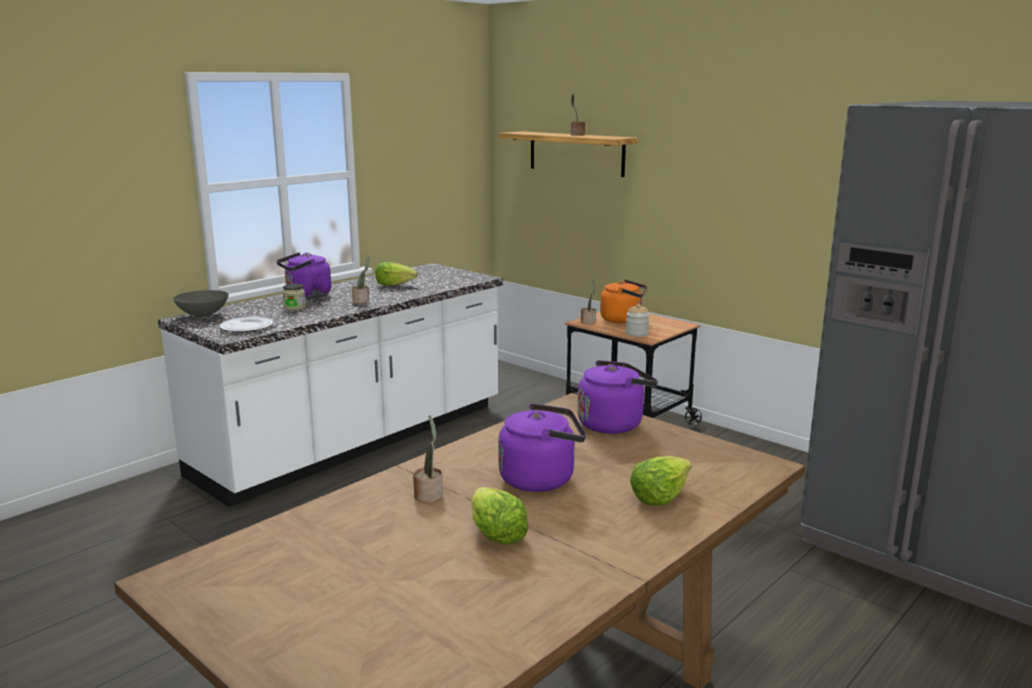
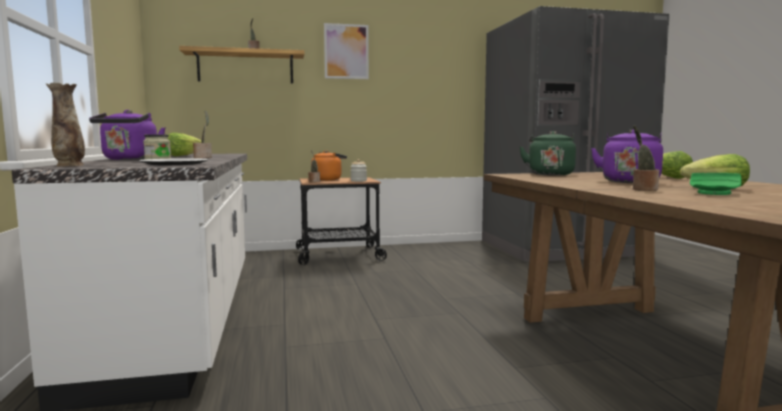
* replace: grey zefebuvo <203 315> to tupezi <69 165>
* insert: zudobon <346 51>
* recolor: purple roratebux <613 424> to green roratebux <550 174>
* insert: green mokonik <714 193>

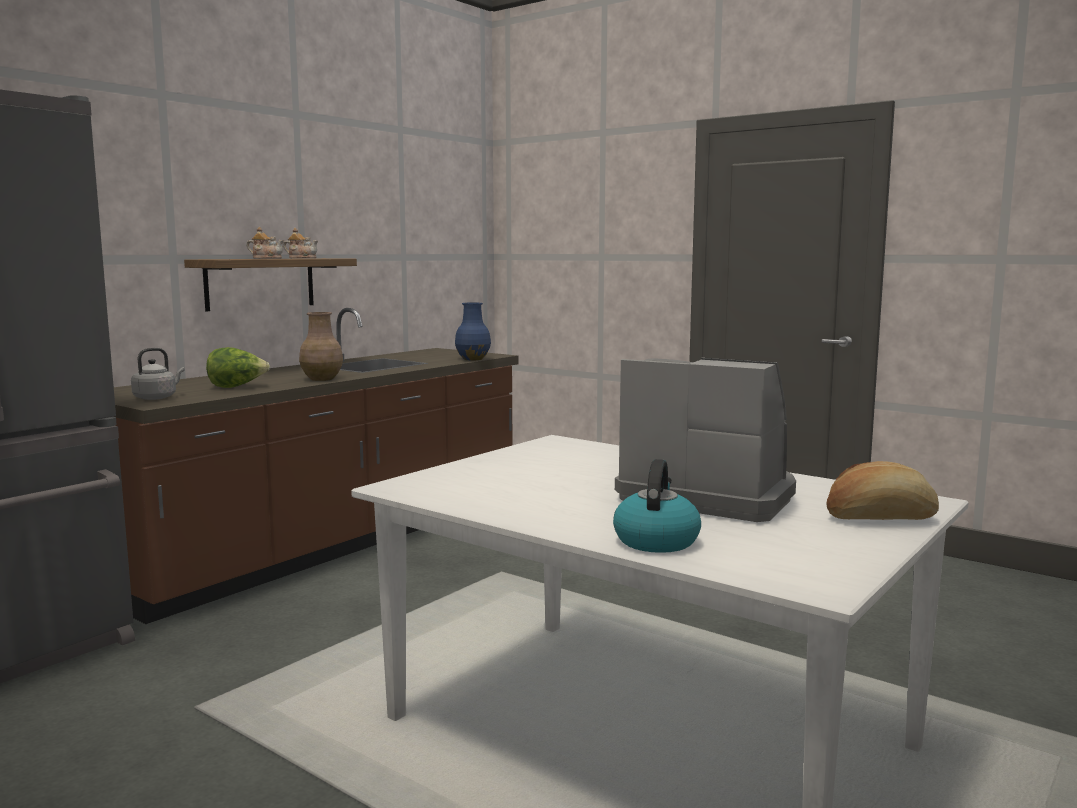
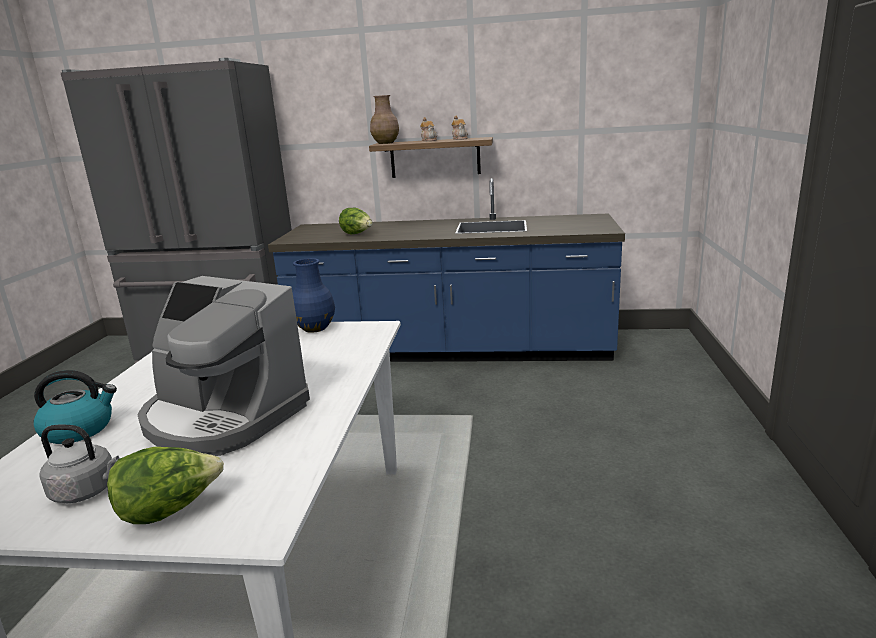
* move: grey roratebux <157 397> to <87 491>
* replace: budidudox <880 518> to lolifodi <170 510>
* rotate: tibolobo <708 495> = <223 417> 120 degrees clockwise
* recolor: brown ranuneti <332 543> to blue ranuneti <451 350>
* move: blue tupezi <472 359> to <314 328>
* move: brown tupezi <322 379> to <385 143>

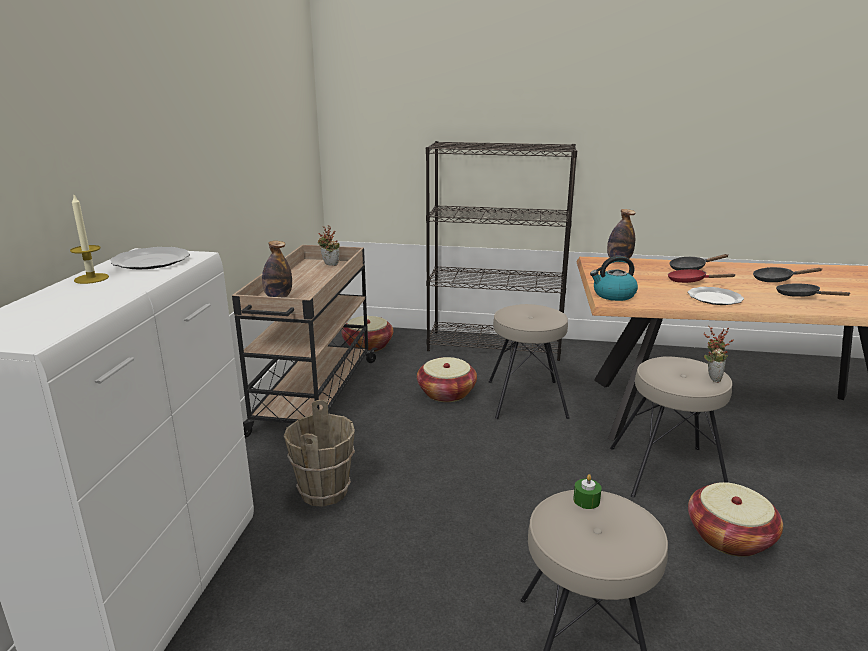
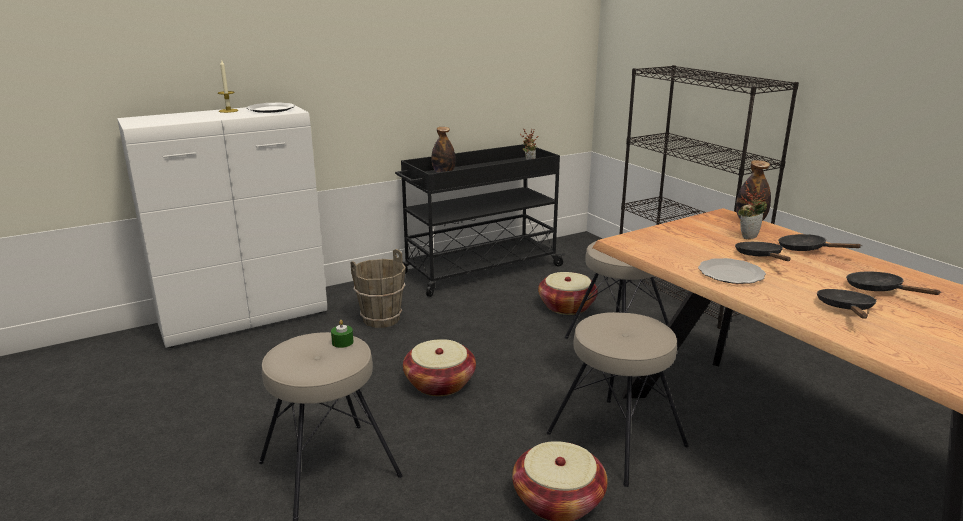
* recolor: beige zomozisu <314 396> to black zomozisu <479 270>
* move: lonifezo <368 346> to <440 383>
* recolor: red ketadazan <690 281> to black ketadazan <760 257>
* move: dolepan <711 378> to <748 236>
* delete: roratebux <613 295>

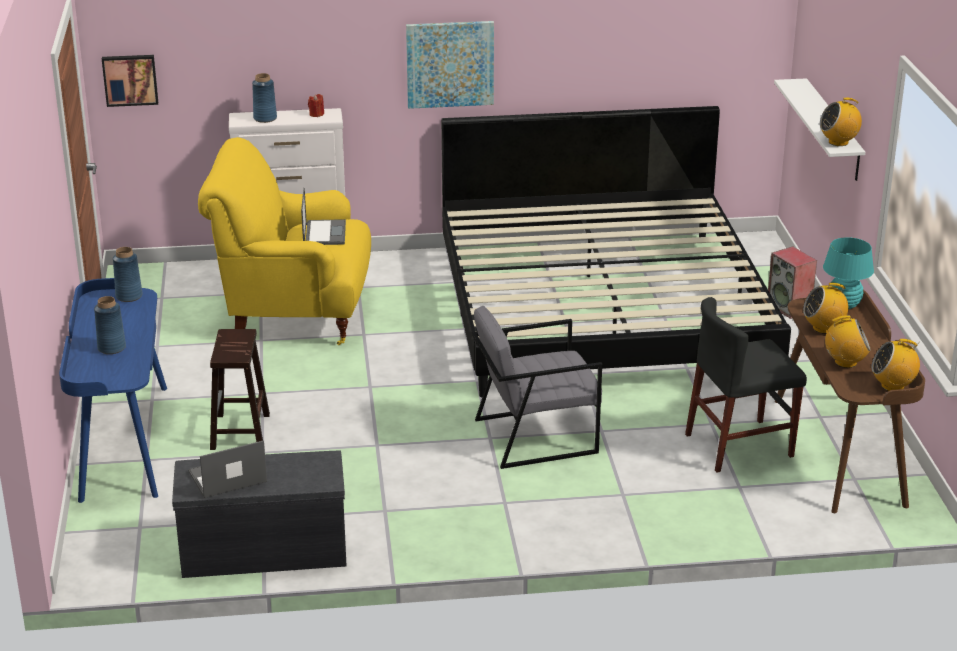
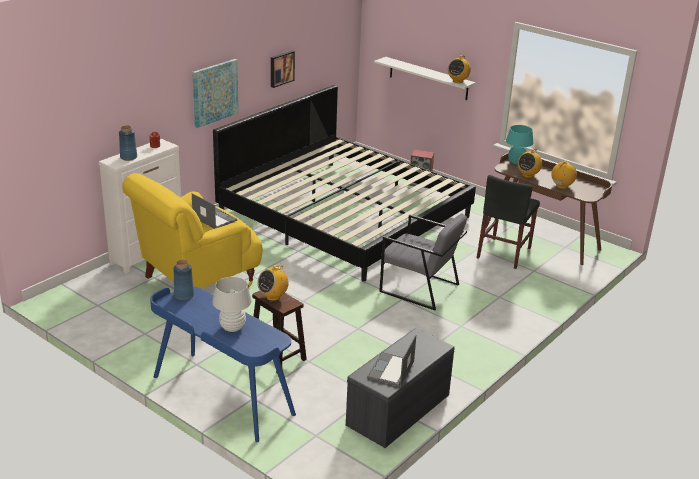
* replace: blue tupezi <112 347> to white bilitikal <232 328>
* move: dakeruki <893 386> to <273 296>
* move: zudobon <130 79> to <281 68>
* rotate: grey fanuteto <535 435> = <419 288> 90 degrees counterclockwise

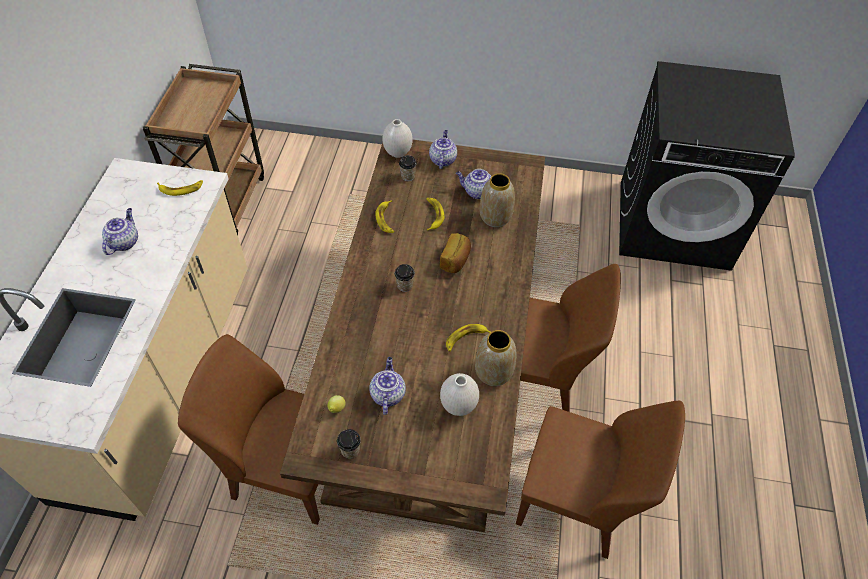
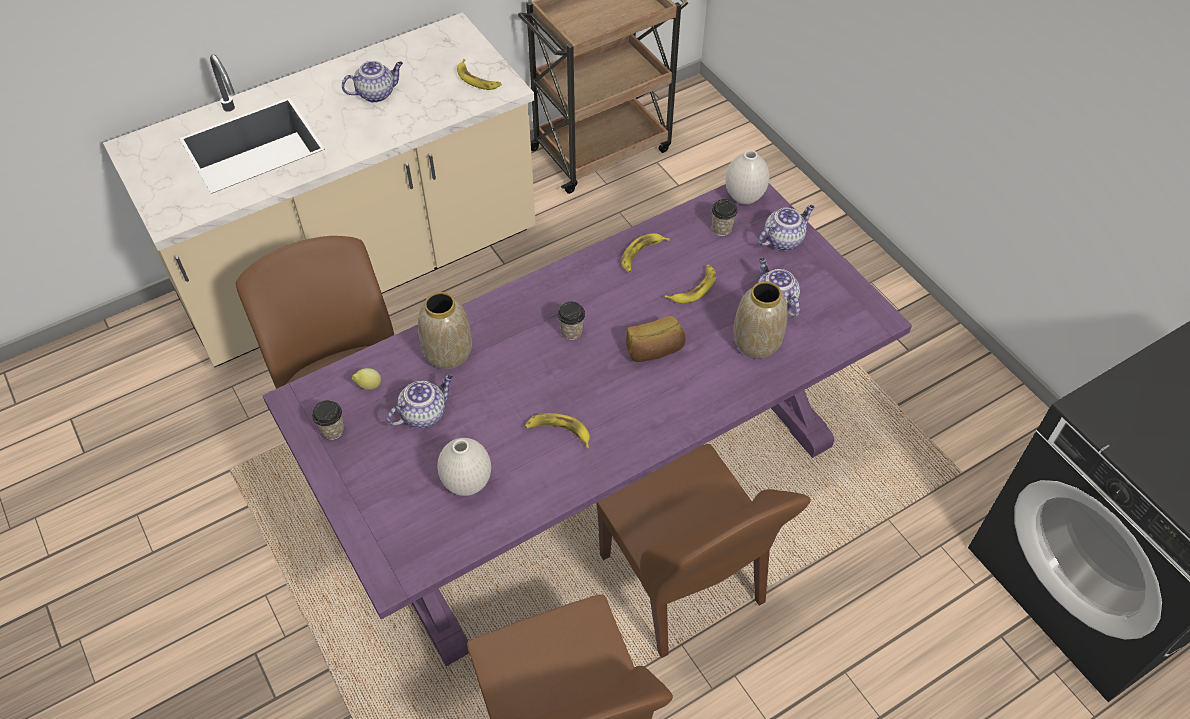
* recolor: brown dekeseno <430 367> to purple dekeseno <595 469>
* move: tupezi <493 373> to <448 354>

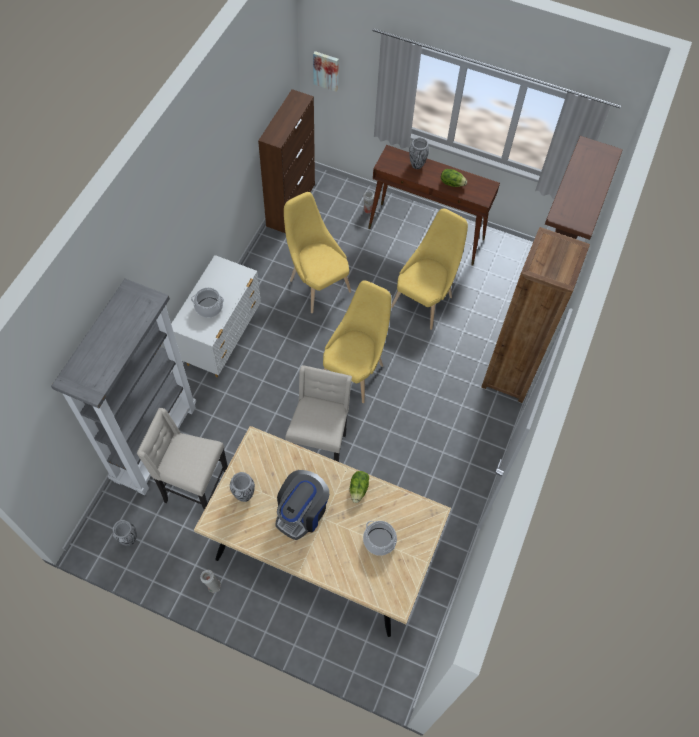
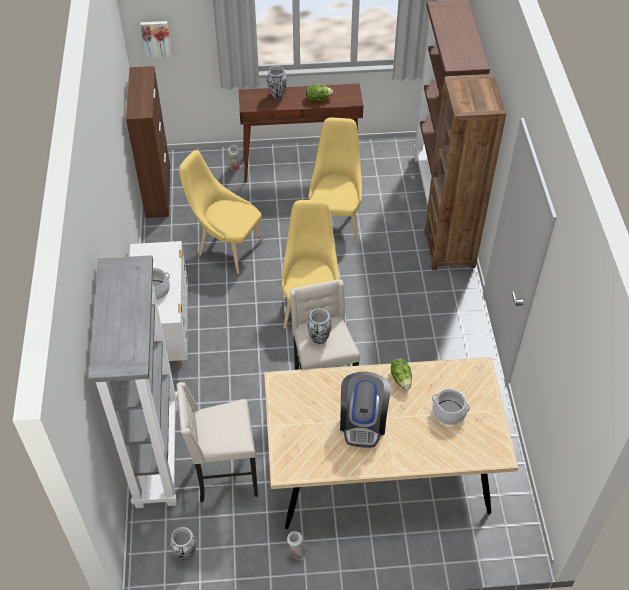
* move: tupezi <244 495> to <319 339>

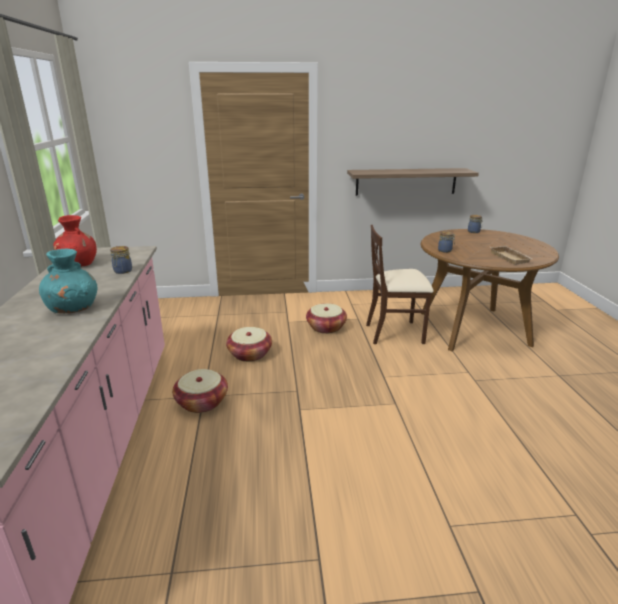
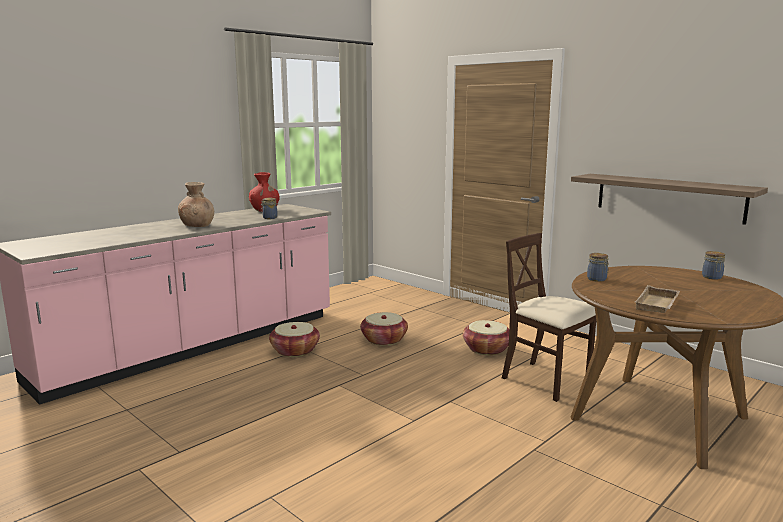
* recolor: turquoise tupezi <73 308> to brown tupezi <198 225>

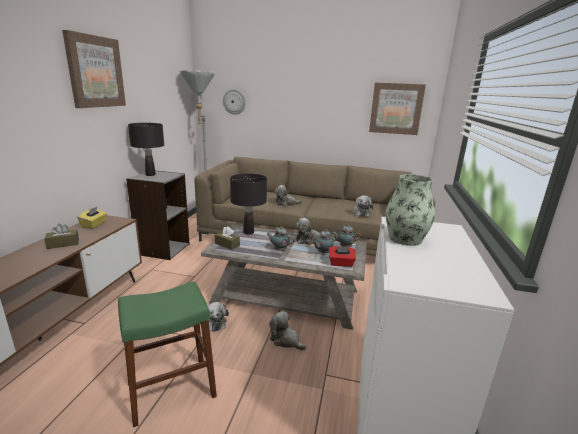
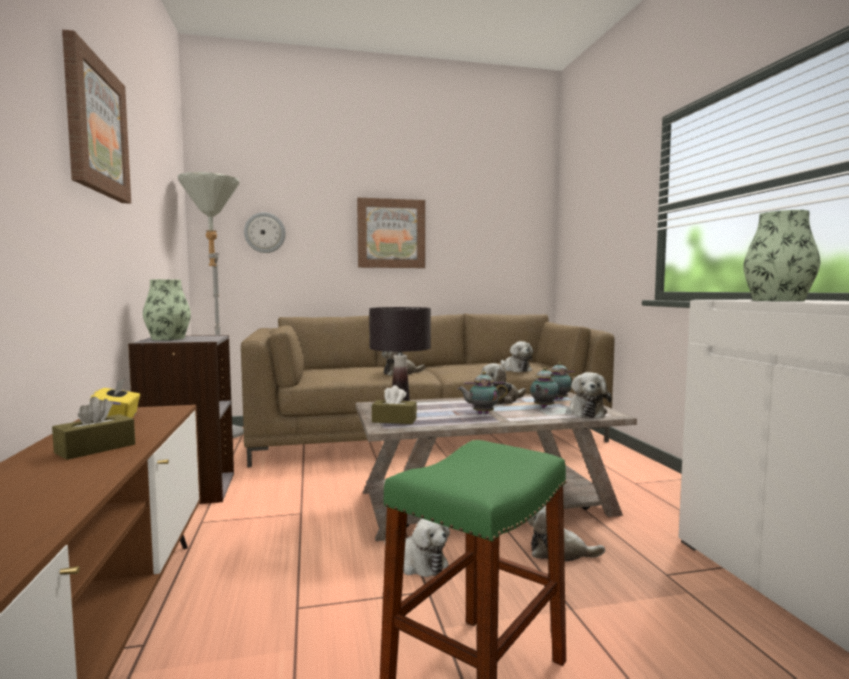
* replace: black bilitikal <150 175> to tupezi <168 338>
* move: zudobon <396 108> to <391 234>
* replace: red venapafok <341 263> to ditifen <586 412>

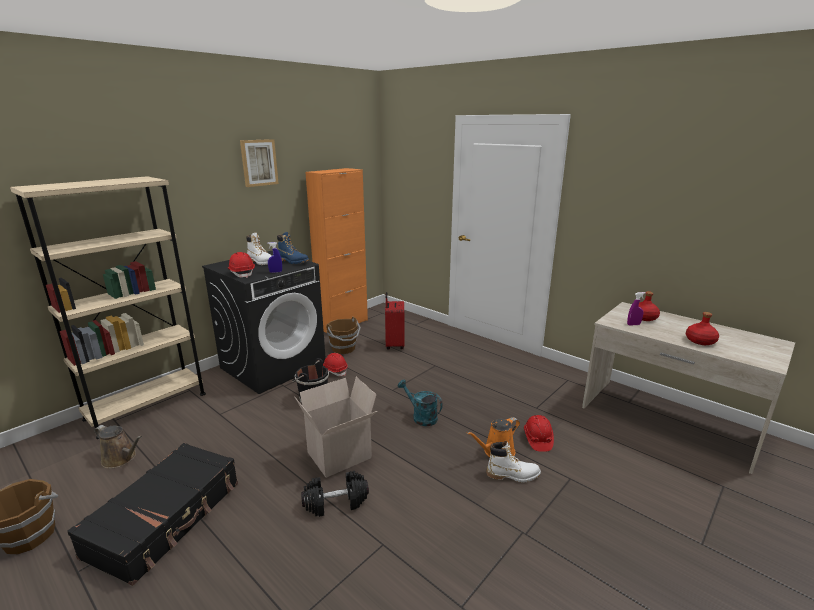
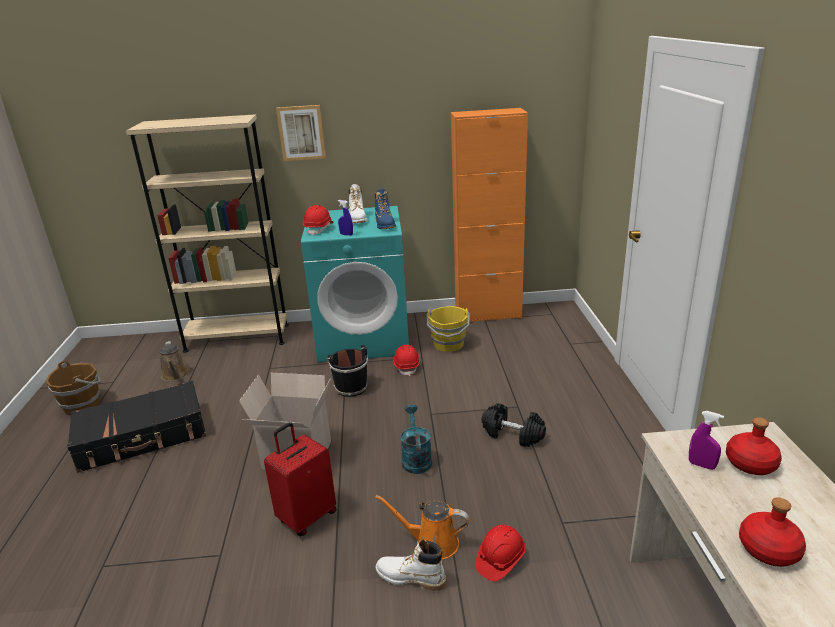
* move: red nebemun <394 345> to <306 517>
* move: zudobon <259 162> to <301 133>
* recolor: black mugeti <273 365> to turquoise mugeti <364 338>
* rotate: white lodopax <513 475> = <410 578> 150 degrees clockwise
* recolor: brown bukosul <343 349> to yellow bukosul <449 344>
* move: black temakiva <335 503> to <512 435>

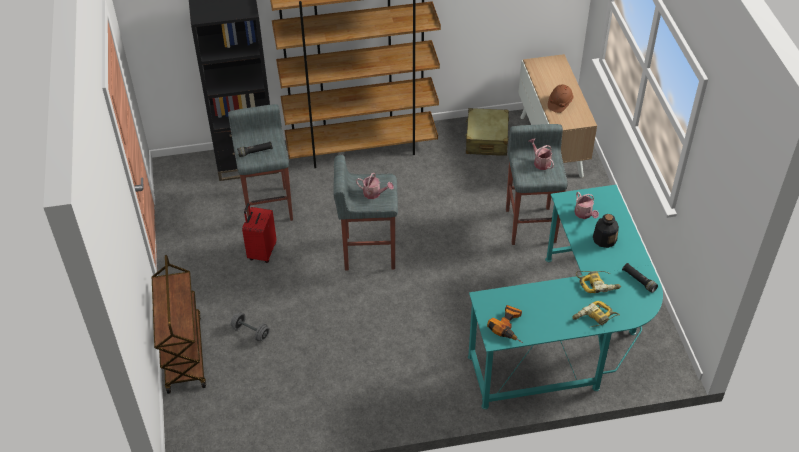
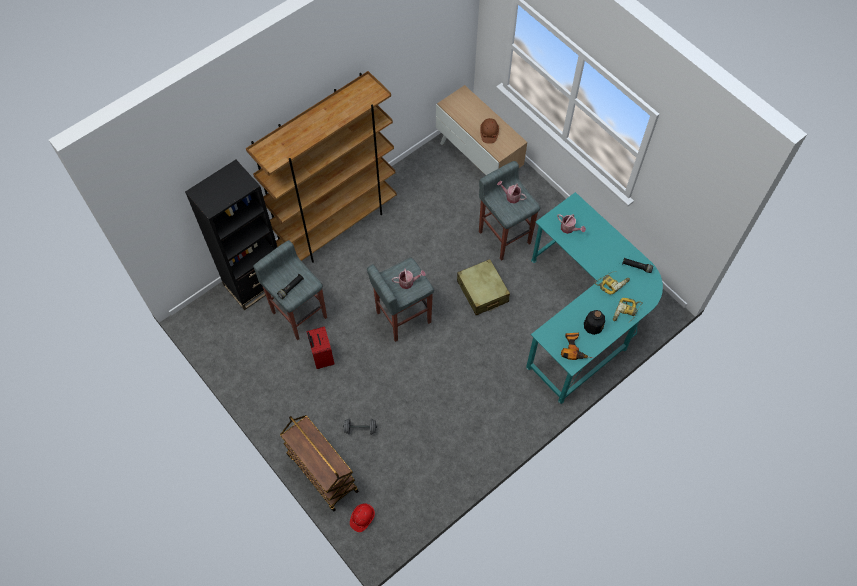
* insert: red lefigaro <362 518>
* move: beige nebemun <486 139> to <482 291>
* move: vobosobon <604 239> to <593 325>

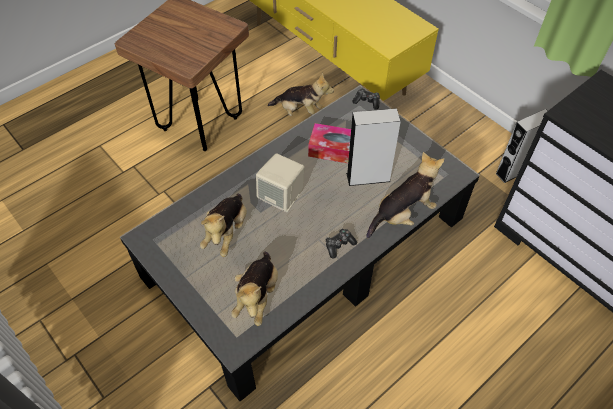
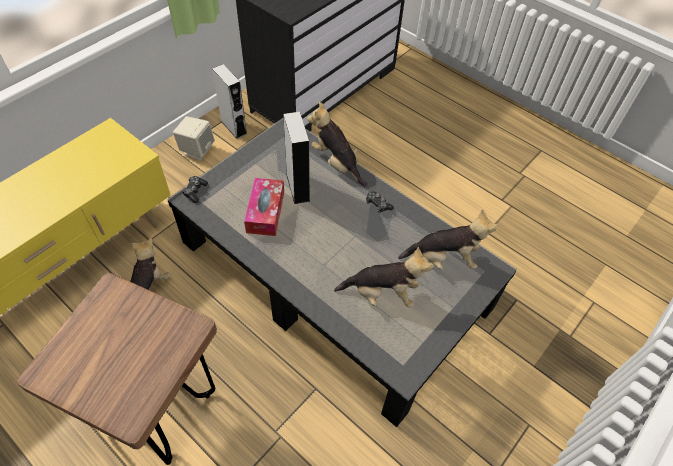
* move: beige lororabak <281 197> to <197 150>

